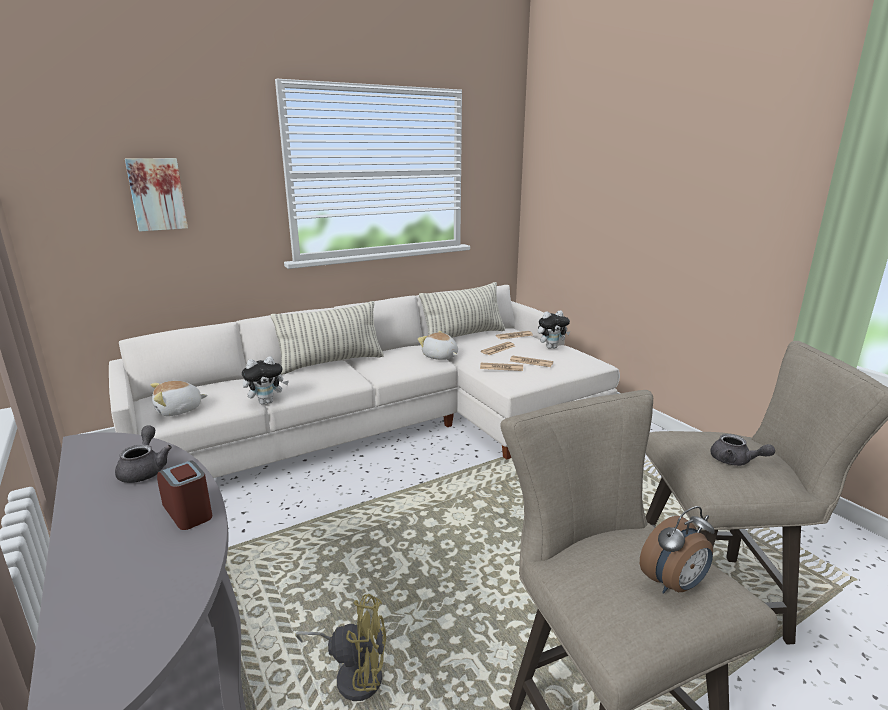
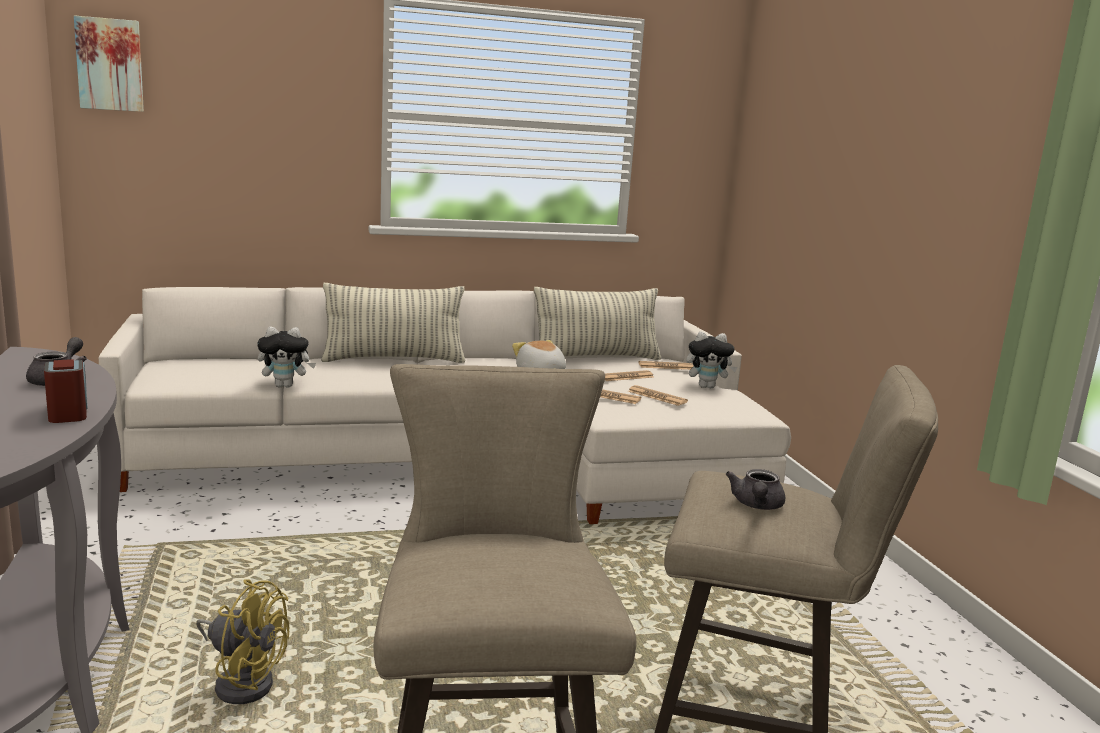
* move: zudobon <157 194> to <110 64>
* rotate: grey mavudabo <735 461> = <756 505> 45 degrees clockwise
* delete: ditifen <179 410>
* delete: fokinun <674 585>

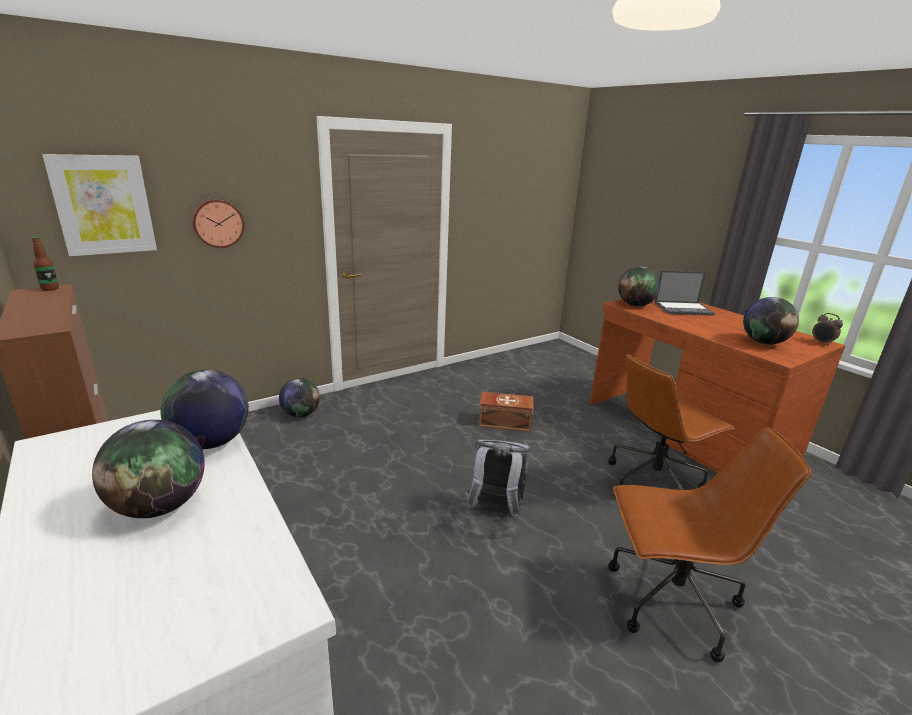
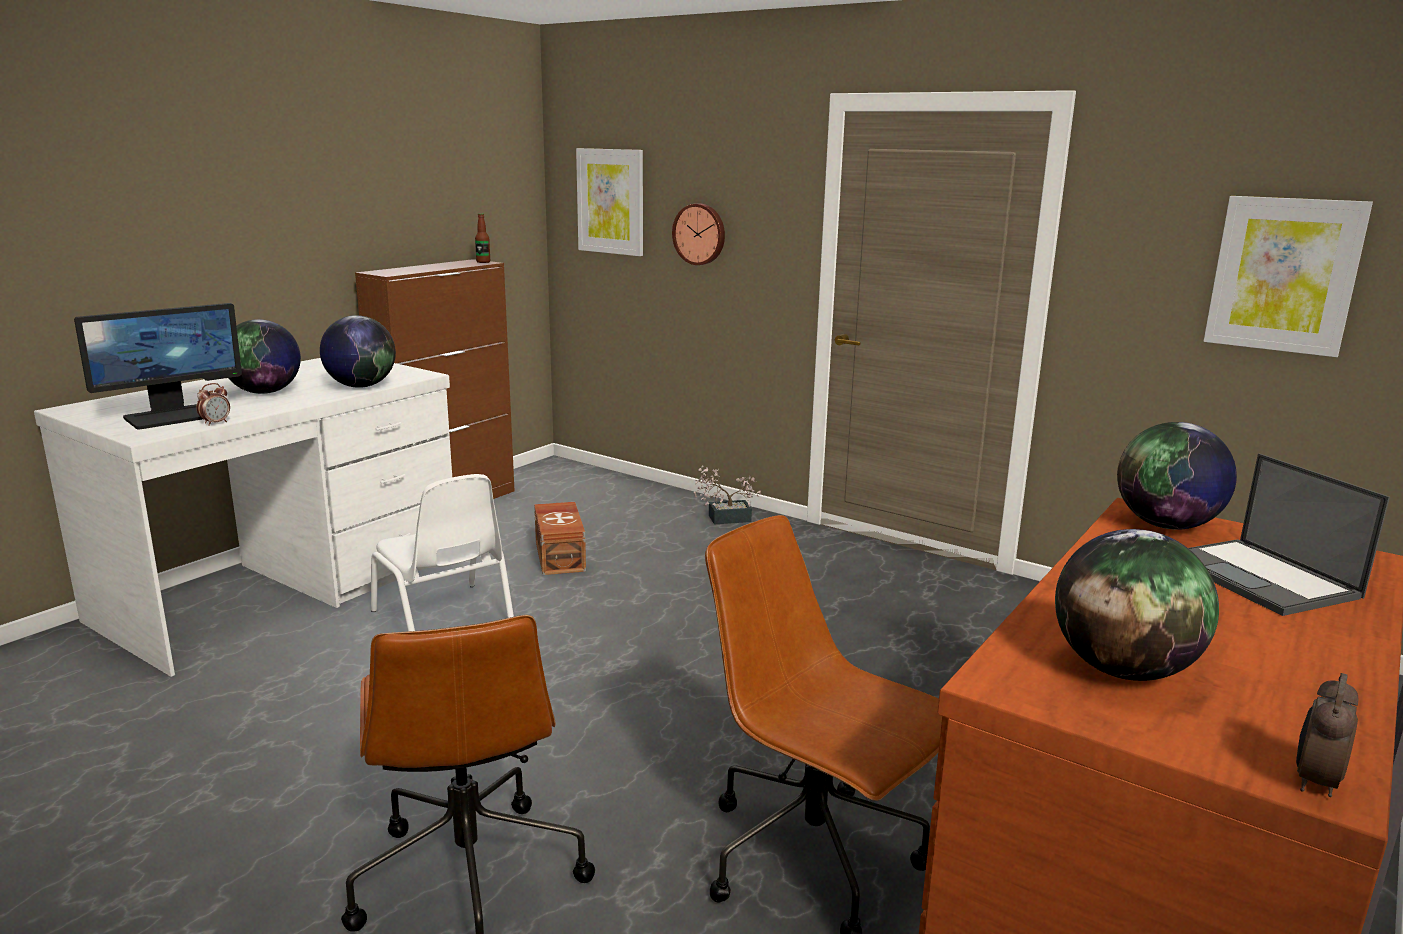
* insert: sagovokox <174 416>
* insert: fokinun <216 423>
* insert: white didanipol <444 620>
* move: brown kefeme <504 422> to <561 555>
* replace: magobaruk <301 414> to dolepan <724 518>
* insert: zudobon <1284 275>
* delete: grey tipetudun <495 513>

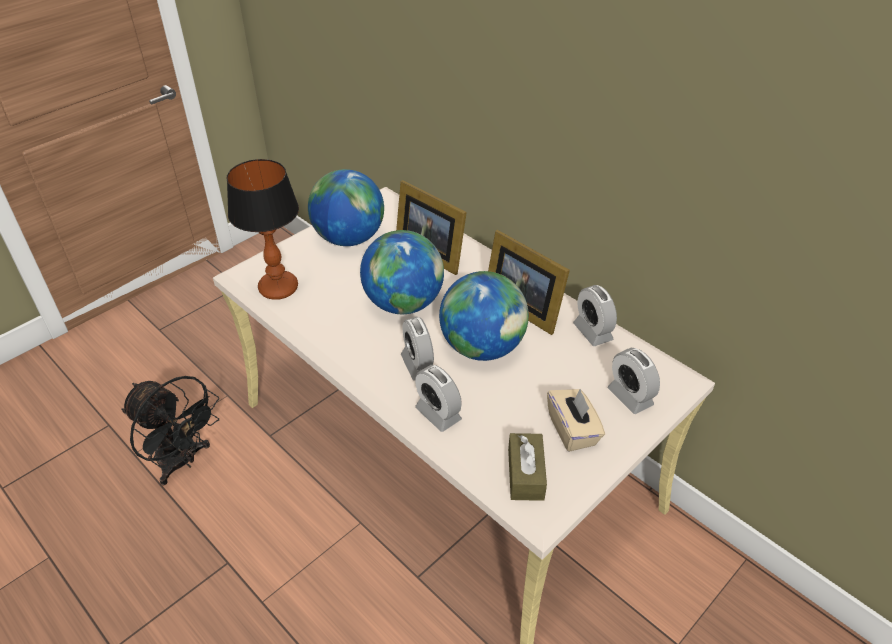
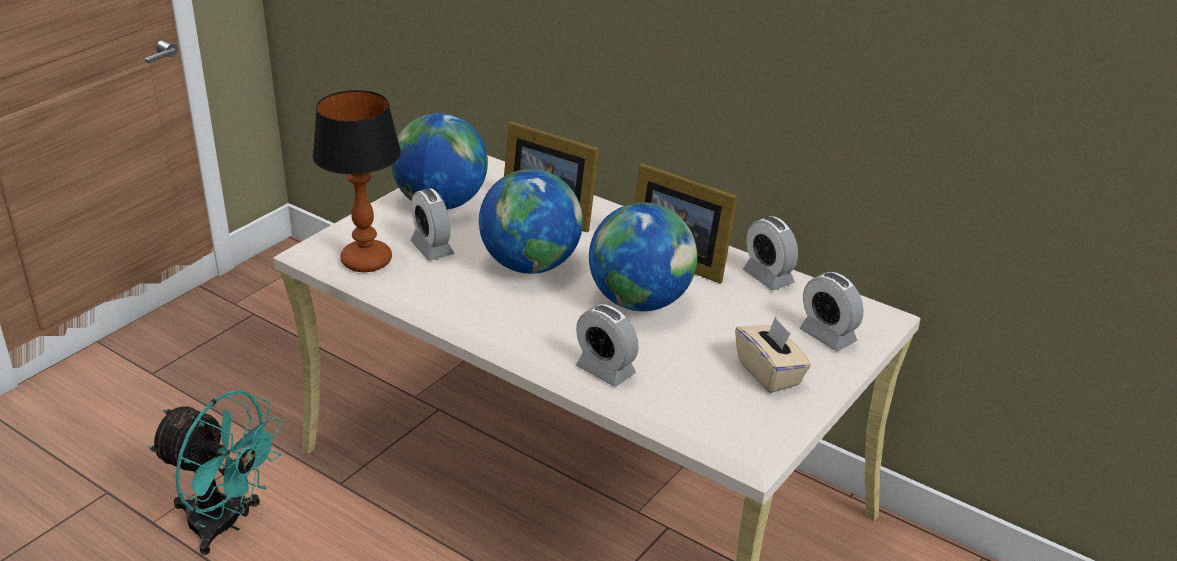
* recolor: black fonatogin <183 462> to turquoise fonatogin <226 525>
* move: fokinun <418 365> to <432 248>
* delete: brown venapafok <525 474>

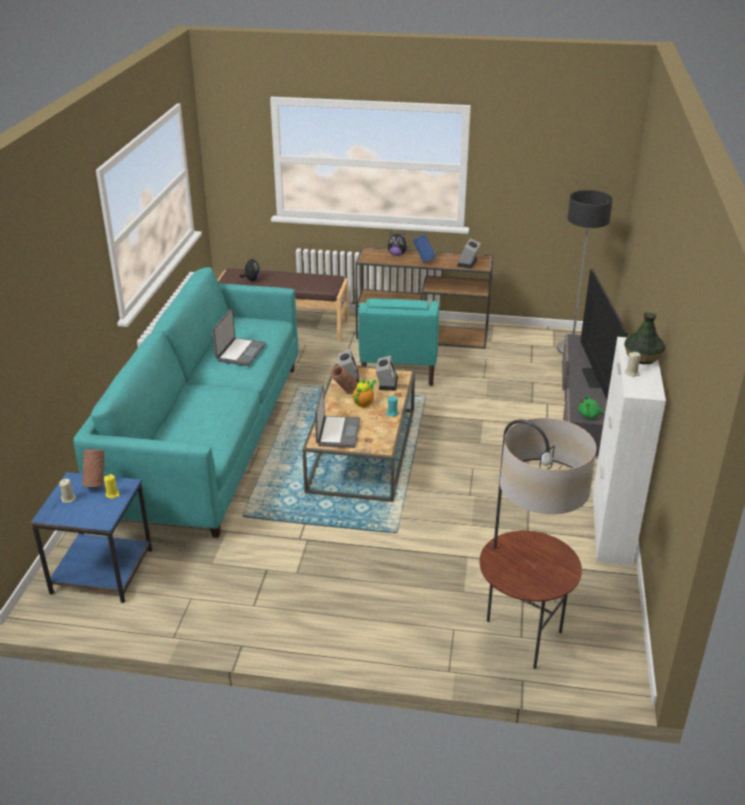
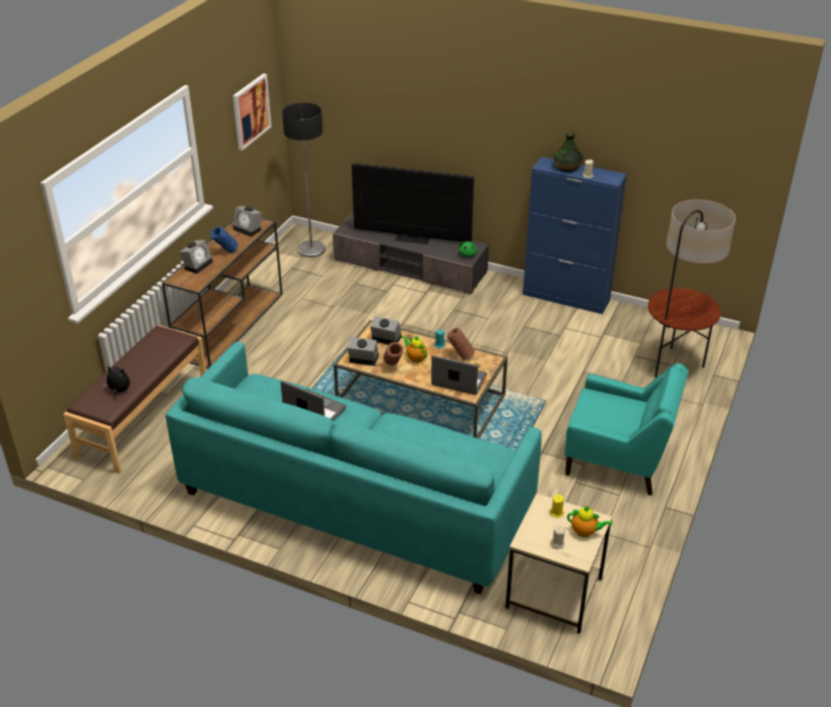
* replace: ditifen <397 254> to fokinun <198 264>
* insert: zudobon <250 111>
* move: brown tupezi <96 484> to <460 356>
* recolor: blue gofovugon <101 570> to beige gofovugon <553 593>
* recolor: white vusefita <611 527> to blue vusefita <566 297>
* move: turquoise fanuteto <398 367> to <618 459>
* insert: mavudabo <585 532>

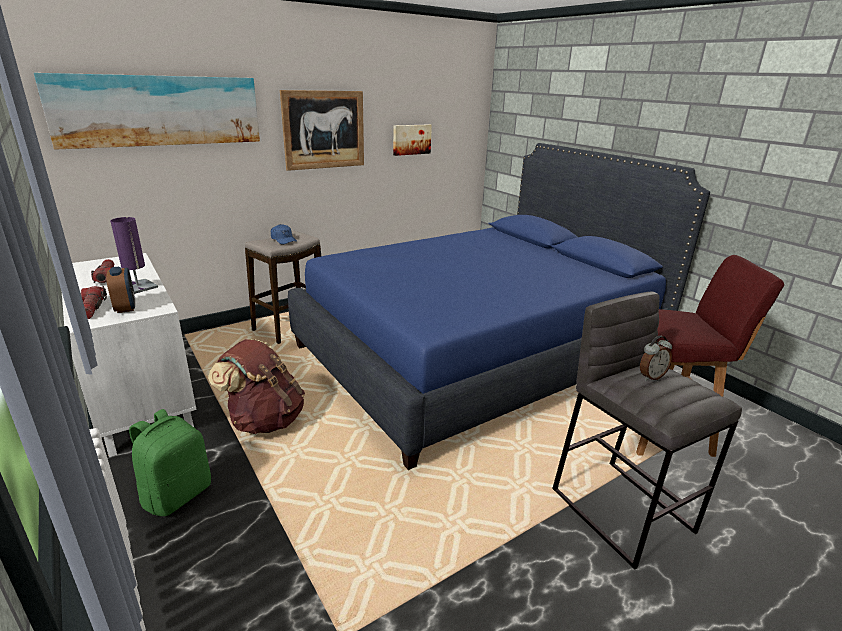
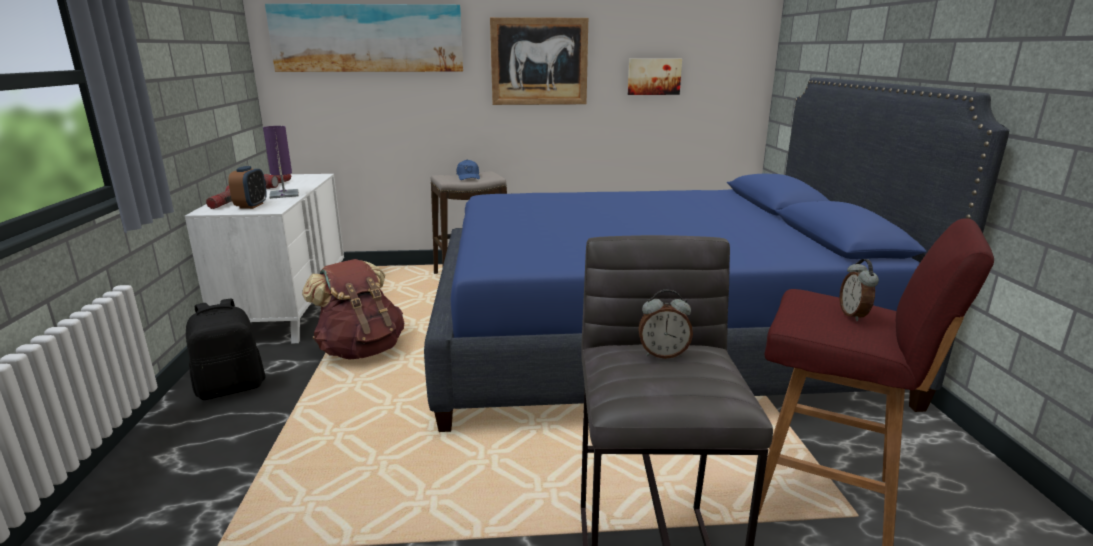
* recolor: green tipetudun <177 494> to black tipetudun <231 387>
* insert: fokinun <854 315>

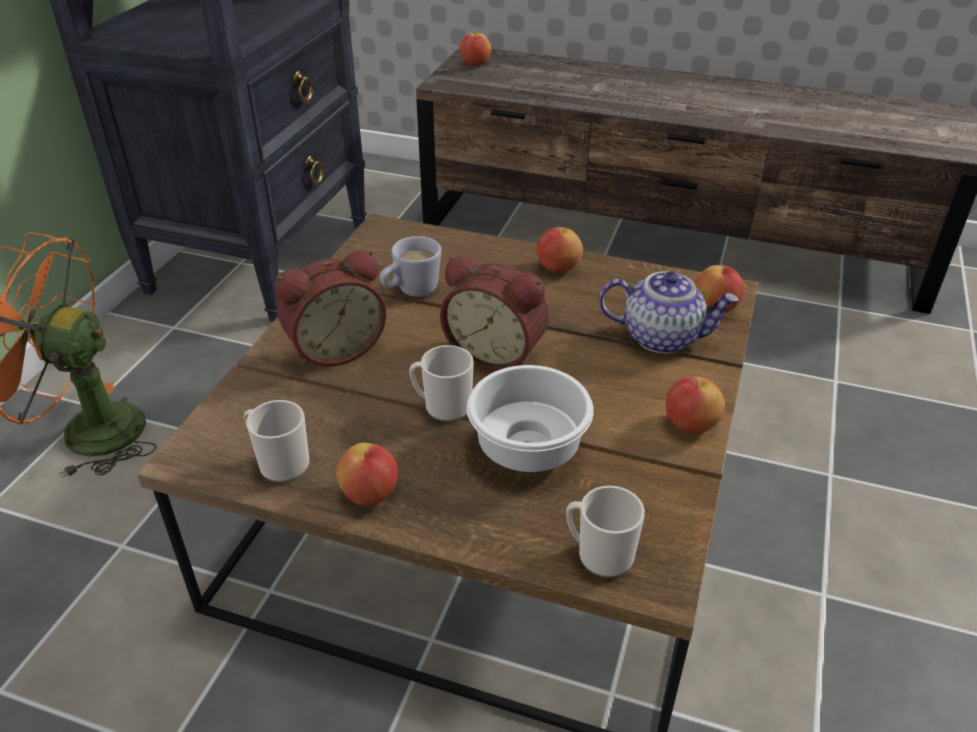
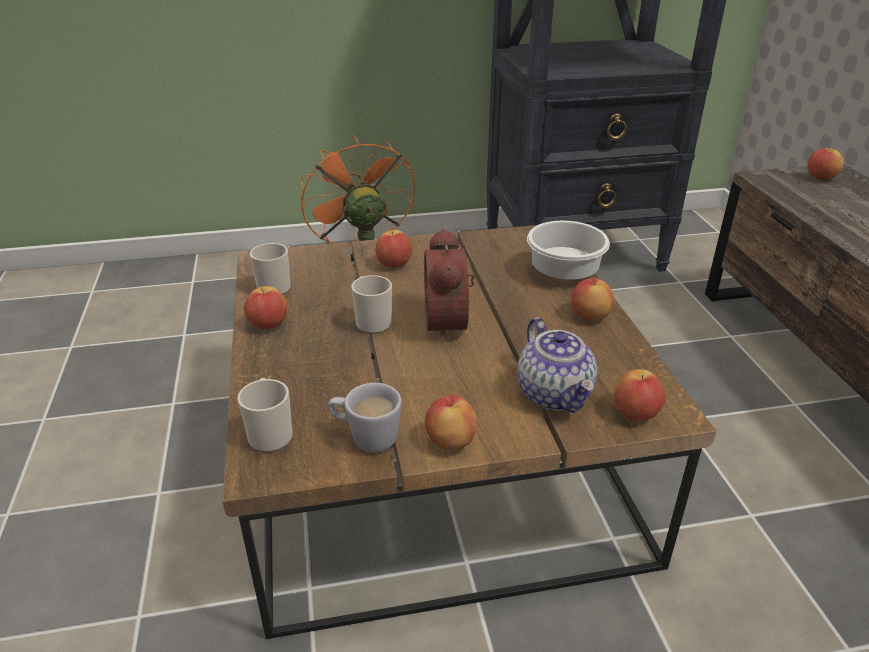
* move: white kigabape <411 292> to <365 438>
* replace: fokinun <335 348> to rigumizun <394 264>
* move: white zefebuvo <531 450> to <563 274>

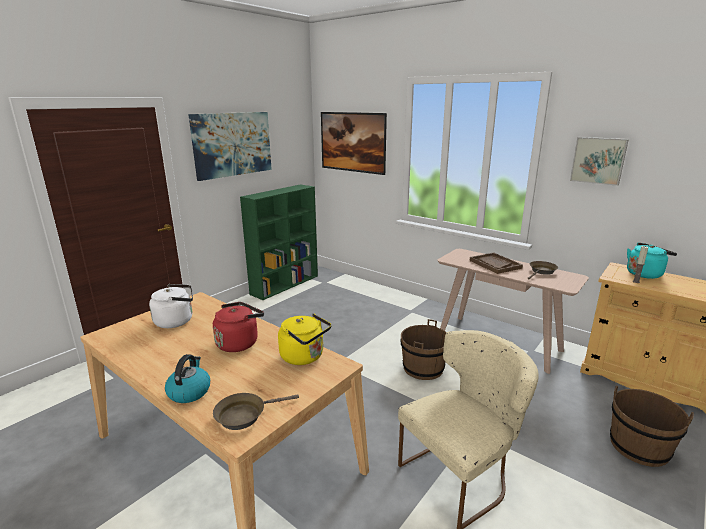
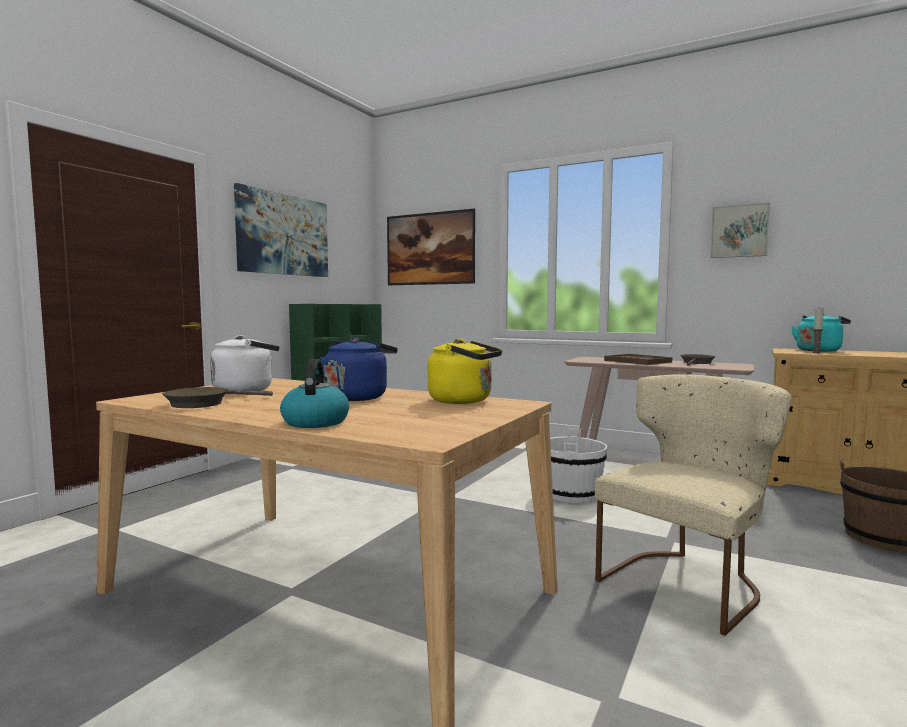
* move: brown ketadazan <244 415> to <203 403>
* recolor: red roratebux <239 342> to blue roratebux <358 397>
* recolor: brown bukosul <423 368> to white bukosul <571 493>

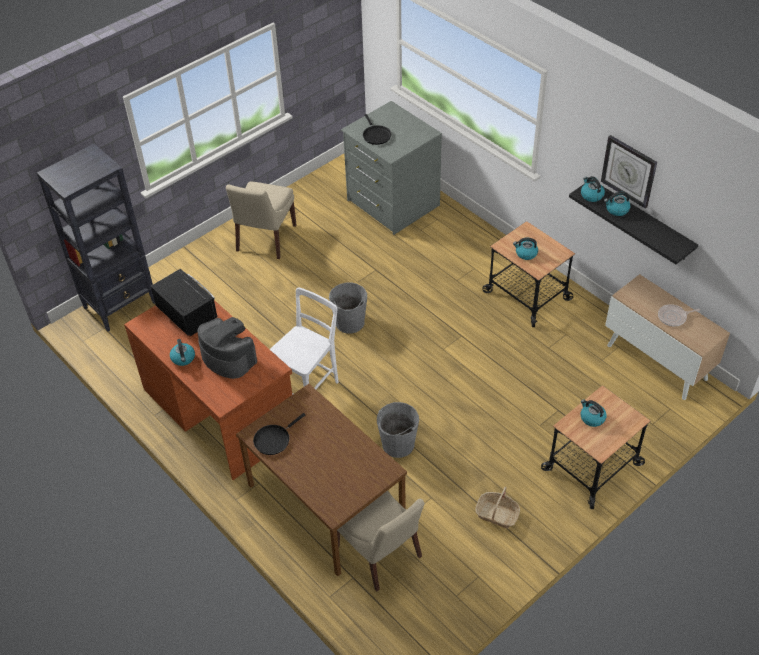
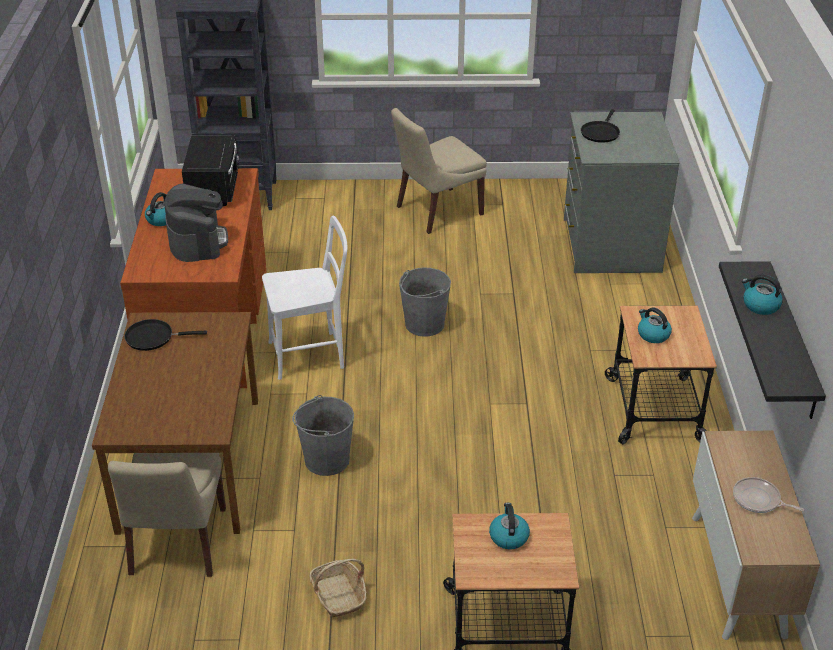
* delete: roratebux <591 195>
* delete: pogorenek <629 171>

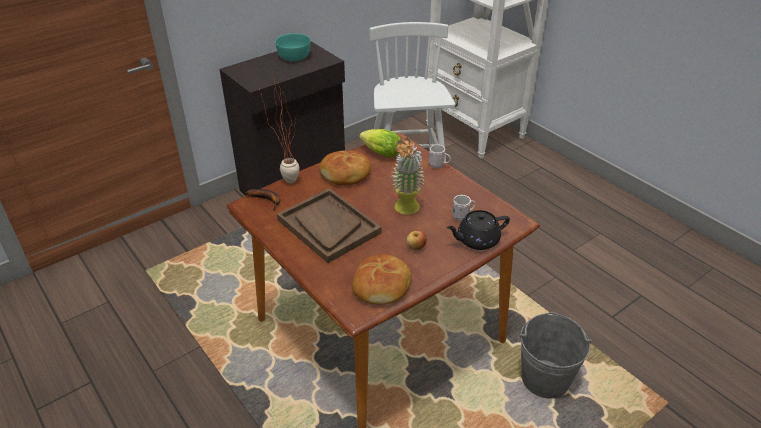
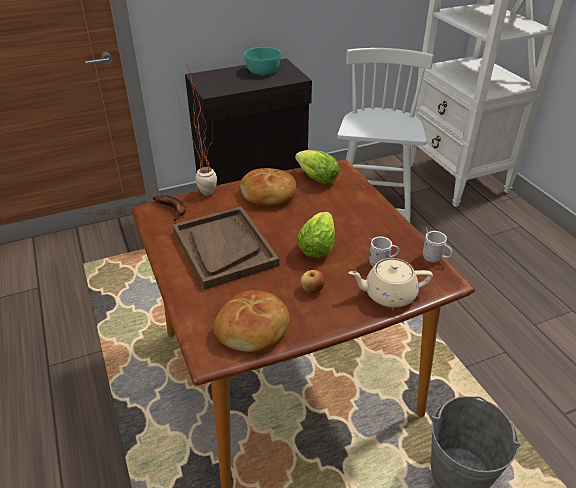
* replace: dolepan <406 211> to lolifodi <318 245>
* recolor: black mavudabo <476 240> to beige mavudabo <388 294>
* move: white kigabape <438 166> to <435 259>

